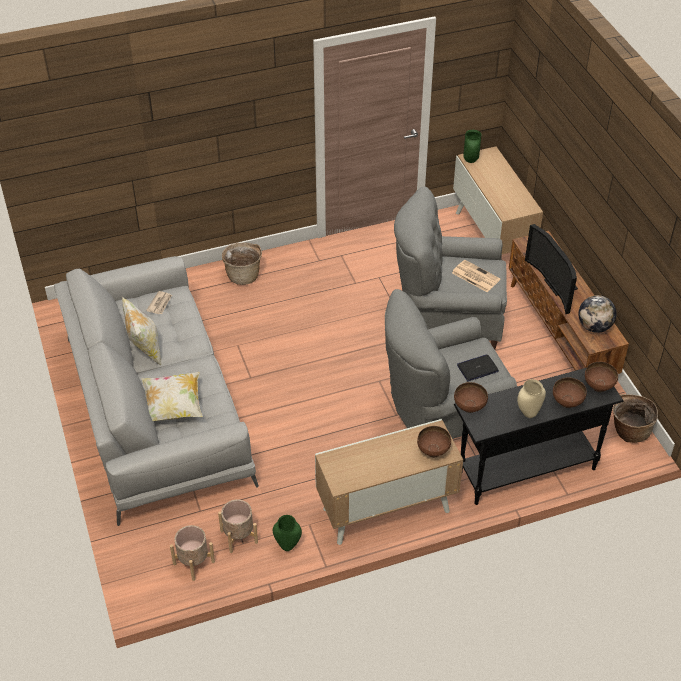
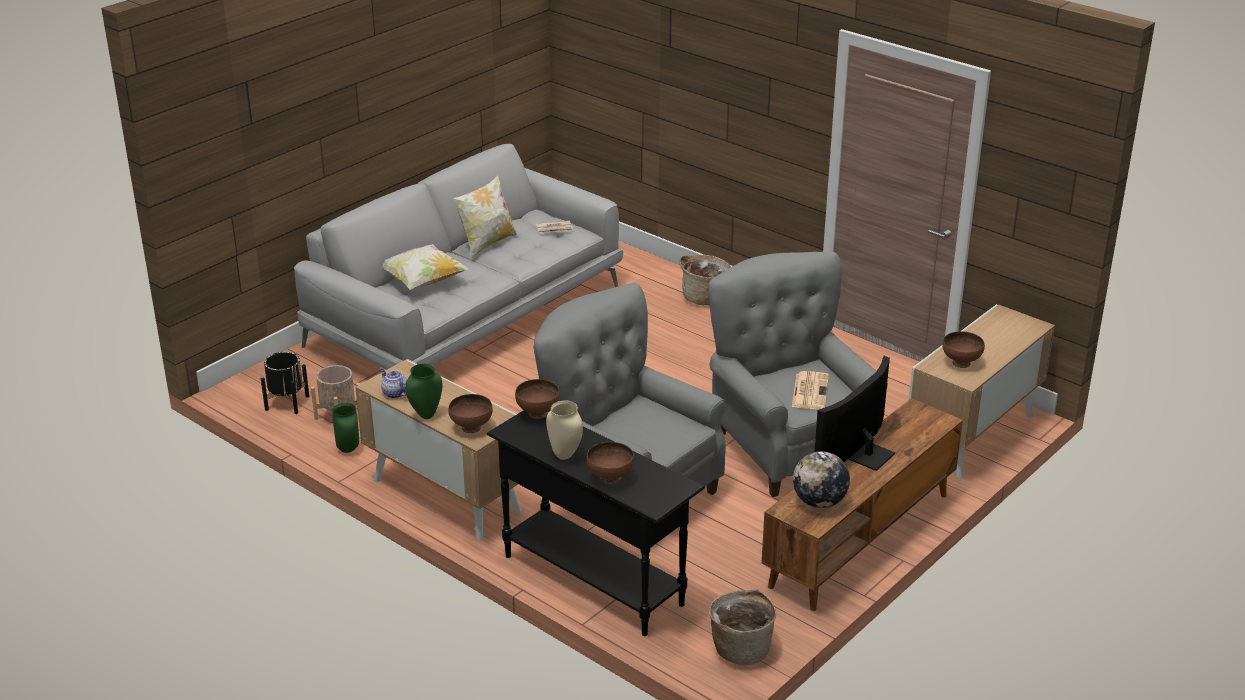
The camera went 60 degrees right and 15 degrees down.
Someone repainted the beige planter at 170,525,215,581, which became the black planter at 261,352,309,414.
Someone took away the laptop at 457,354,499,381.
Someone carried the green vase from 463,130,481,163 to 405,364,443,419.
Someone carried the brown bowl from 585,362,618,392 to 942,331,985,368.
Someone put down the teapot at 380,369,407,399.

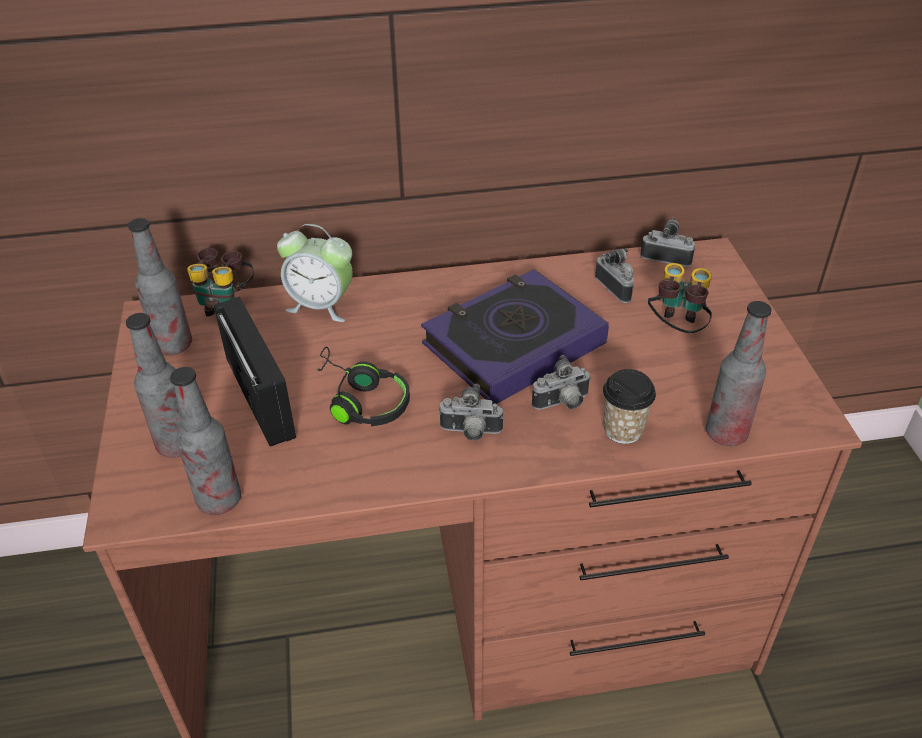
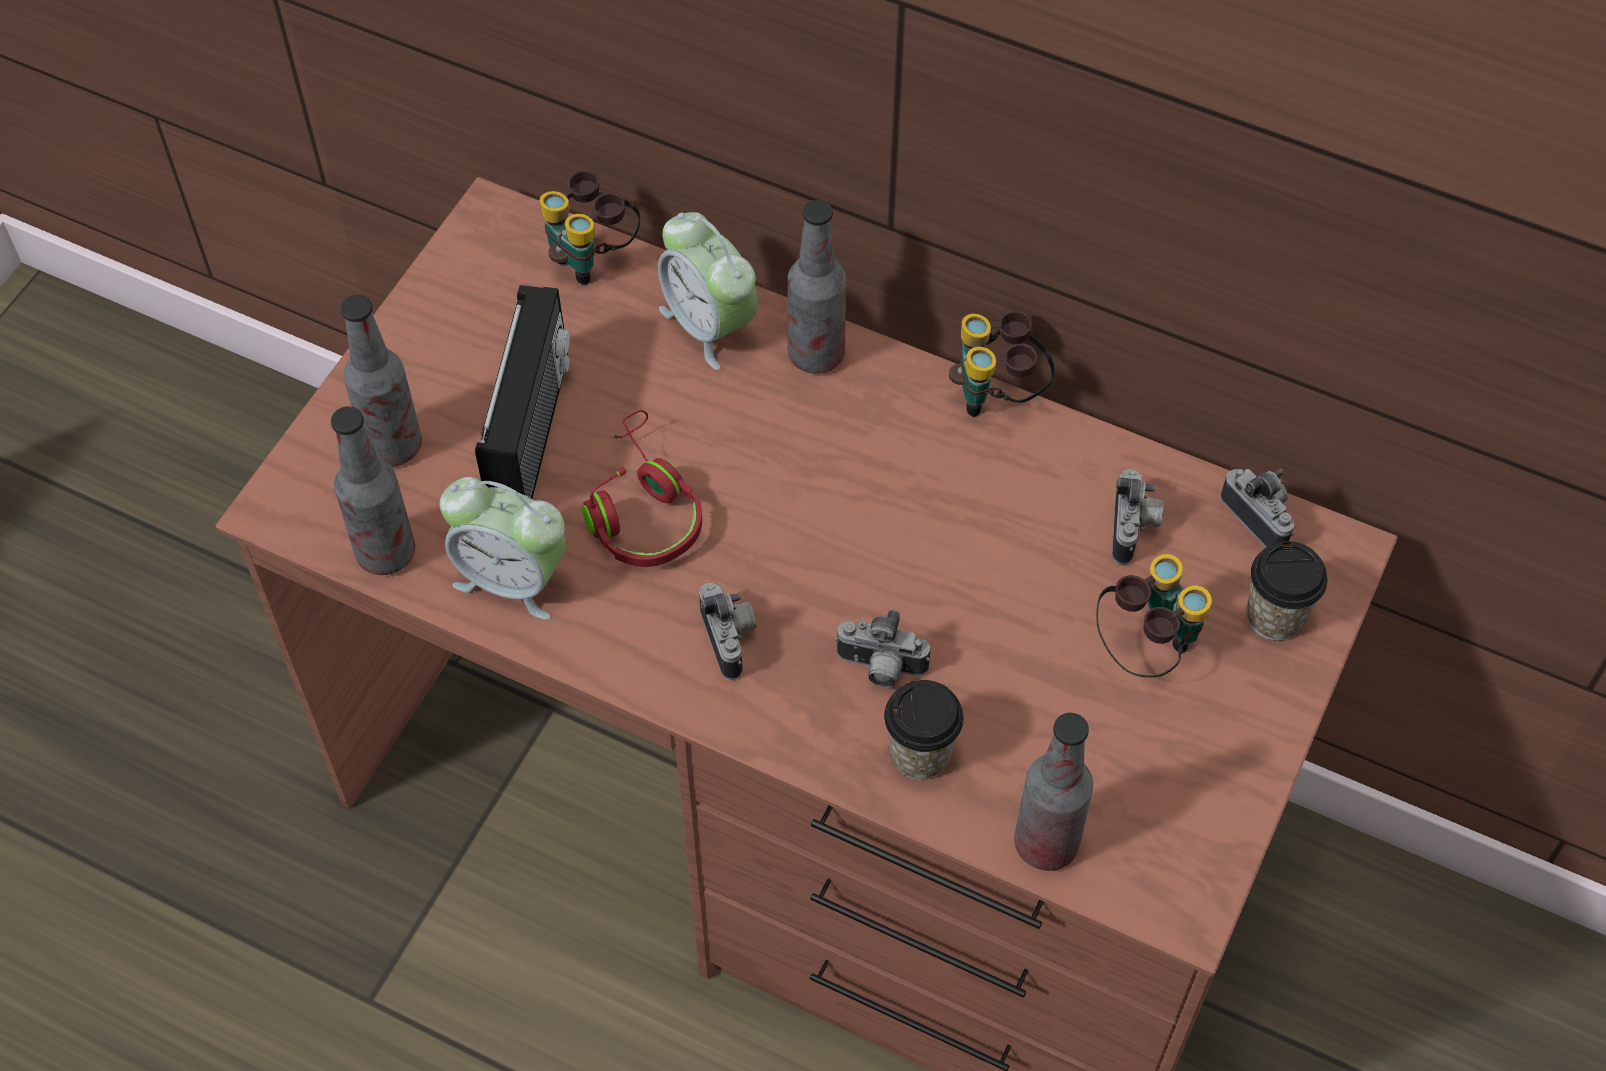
The camera went 35 degrees right and 15 degrees up.
Someone carried the bottle from 128,218,192,355 to 788,200,846,374.
Someone repainted the black headphones at 316,346,410,426, which became the red headphones at 582,410,702,567.
Someone took away the book at 421,269,609,404.
Someone rotated the photo camera at 438,384,503,441 by 150 degrees counterclockwise.
Someone put down the alarm clock at 440,477,566,620.
Someone put down the binoculars at 949,311,1055,417.
Someone put down the cup at 1246,541,1327,641.

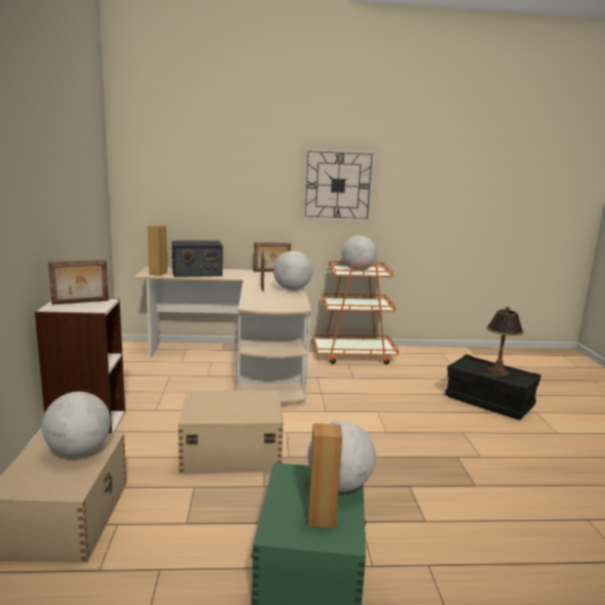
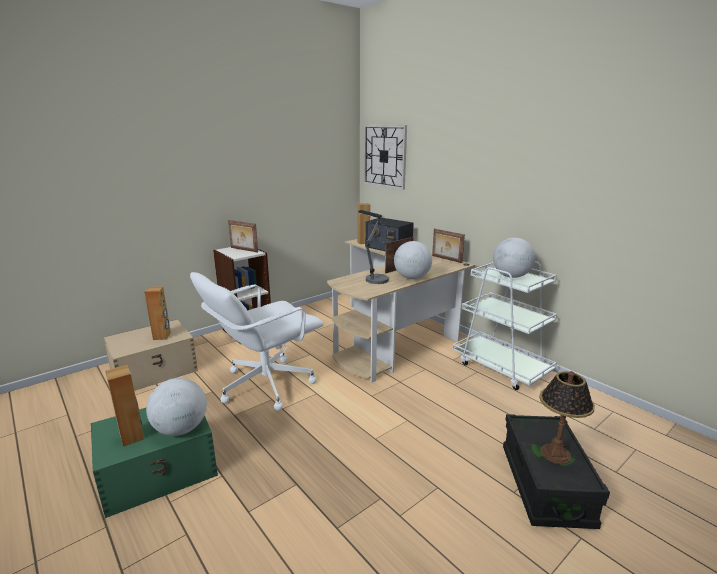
The camera went 55 degrees right and 5 degrees up.
Someone swapped the globe at 42,392,111,457 for the brown speaker at 144,286,171,340.
Someone swapped the beige storage box at 178,390,283,474 for the white office chair at 190,272,324,411.
Someone carried the wall clock from 302,148,375,222 to 364,125,407,190.
Someone repainted the orange cart at 313,261,399,365, which became the white cart at 452,261,557,390.
Someone put down the table lamp at 358,210,389,284.

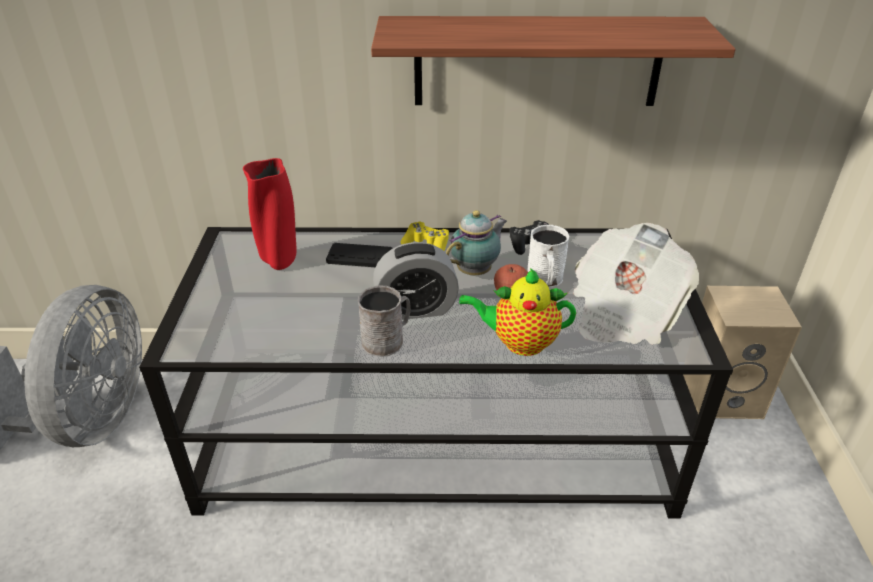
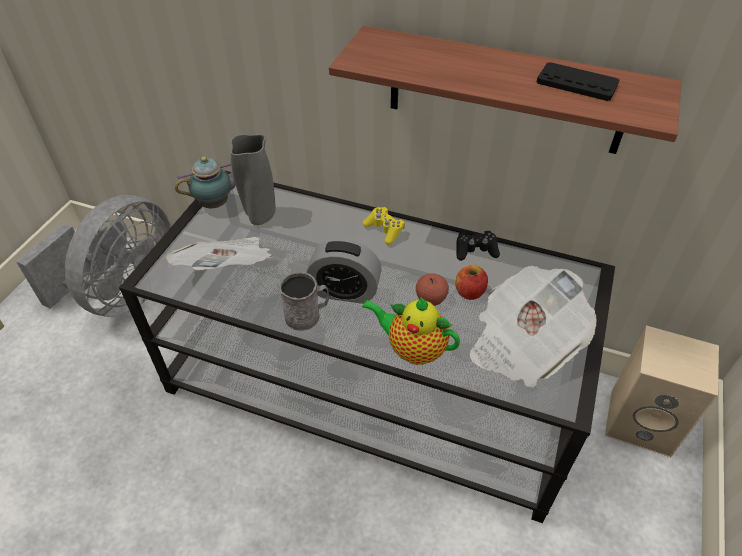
The camera went 20 degrees right and 10 degrees up.
Someone repainted the red vase at 243,158,297,270, which became the grey vase at 230,134,276,225.
Someone carried the black game controller from 326,243,393,267 to 537,62,619,101.
Someone carried the teapot from 446,210,507,275 to 175,157,236,208.
Someone swapped the white mug at 527,225,569,288 for the apple at 455,265,488,300.
Someone put down the newspaper at 166,237,273,270.

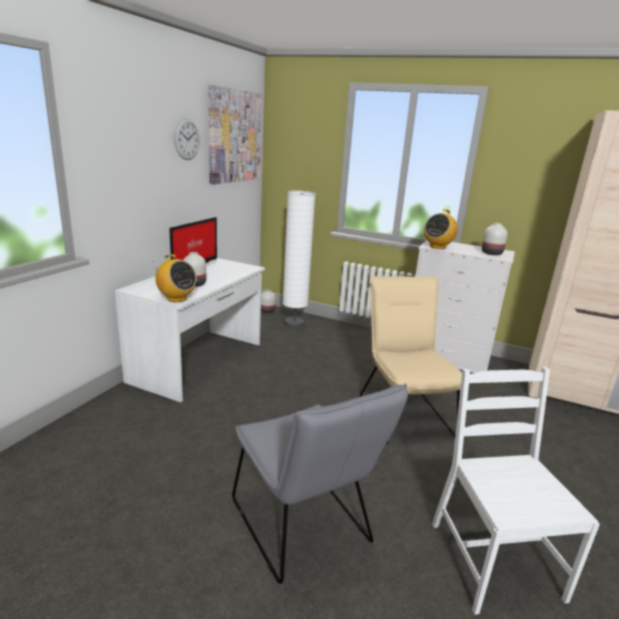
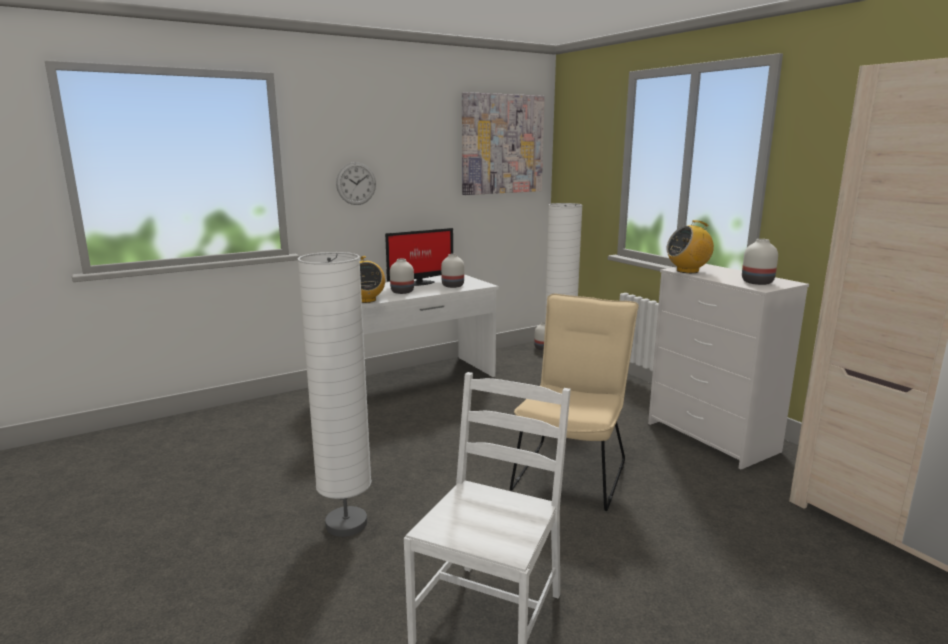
The camera went 35 degrees right and 5 degrees down.
Someone carried the wall clock from 174,119,200,160 to 336,162,376,205.
Someone swapped the grey chair at 232,384,408,584 for the white floor lamp at 298,252,372,537.
Someone put down the white vase at 441,254,464,288.

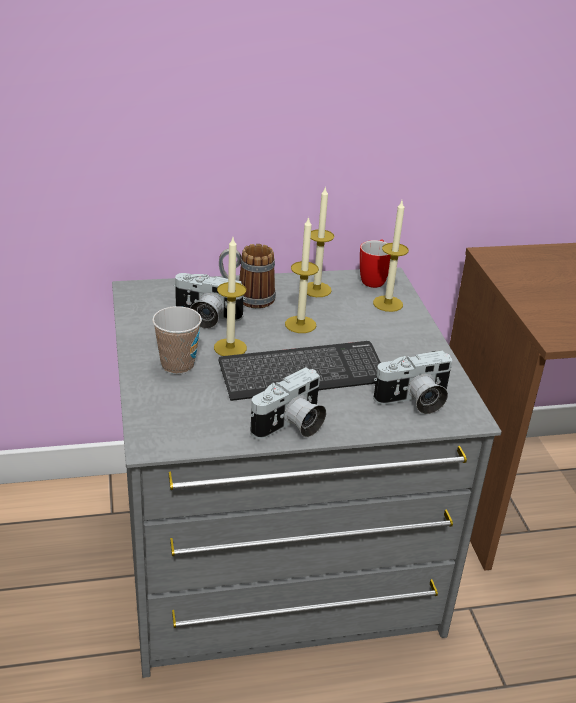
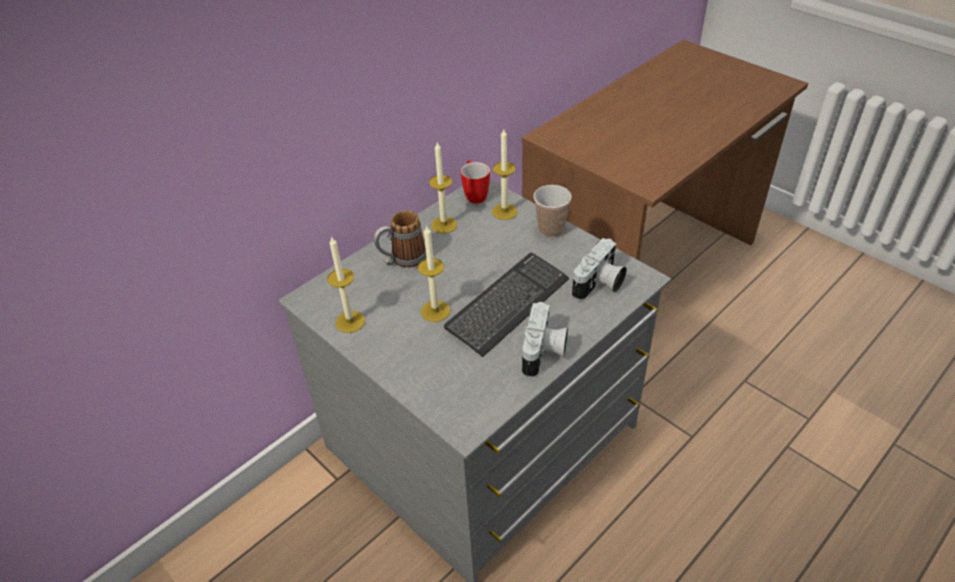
The camera went 30 degrees left and 10 degrees up.
Someone carried the cup from 152,306,202,374 to 534,185,572,238.
Someone took away the photo camera at 173,273,246,329.
Someone carried the candle from 285,217,319,333 to 327,236,365,333.

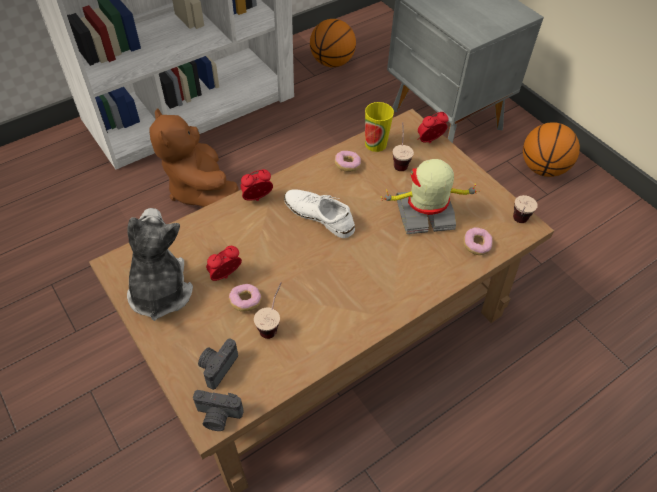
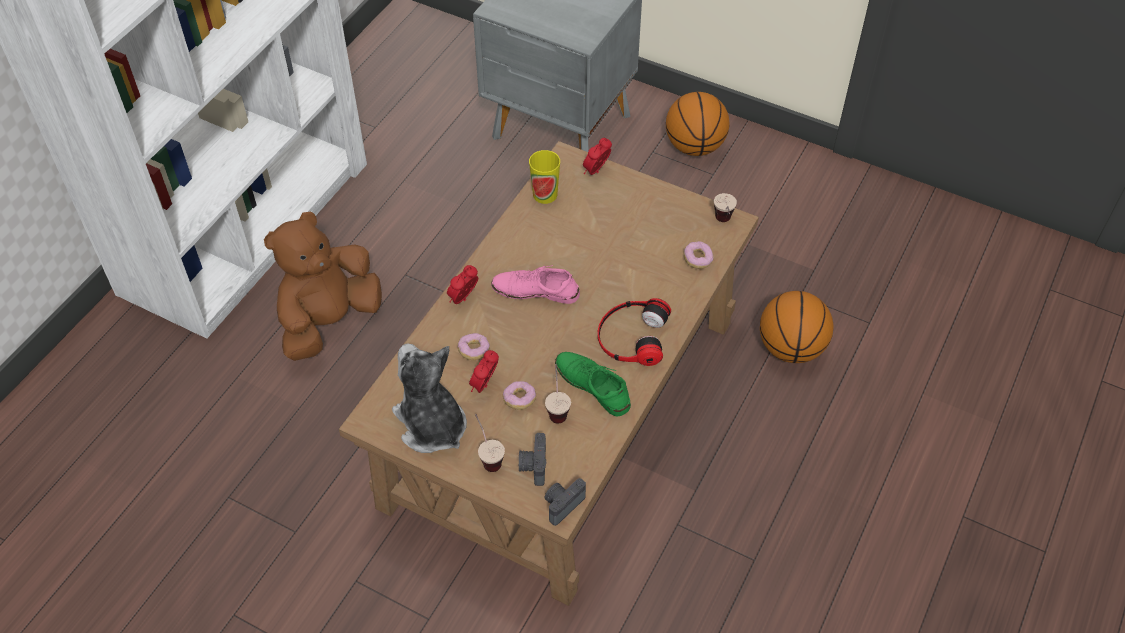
The camera went 25 degrees left and 0 degrees up.
Someone rotated the brown plush toy at 150,108,239,207 by 90 degrees clockwise.
Someone rotated the photo camera at 193,390,244,431 by 150 degrees clockwise.
Someone repainted the white shoe at 284,189,355,238, which became the pink shoe at 491,265,580,304.
Someone carried the basketball from 310,19,356,67 to 760,291,834,363.
Someone carried the donut from 335,151,361,172 to 457,333,490,360.
Someone took away the toy robot at 381,159,477,234.
Someone carried the cup from 393,122,414,171 to 475,414,505,472.
Someone put down the green shoe at 555,352,631,416.
Someone put down the headphones at 597,298,671,366.

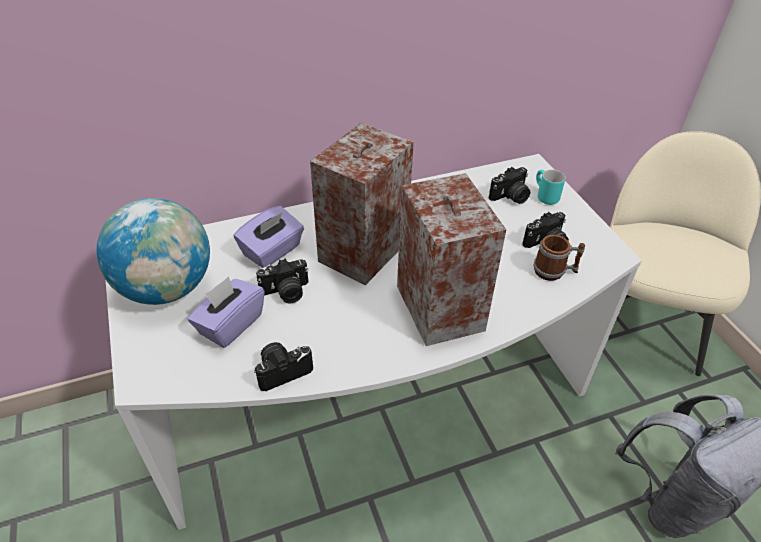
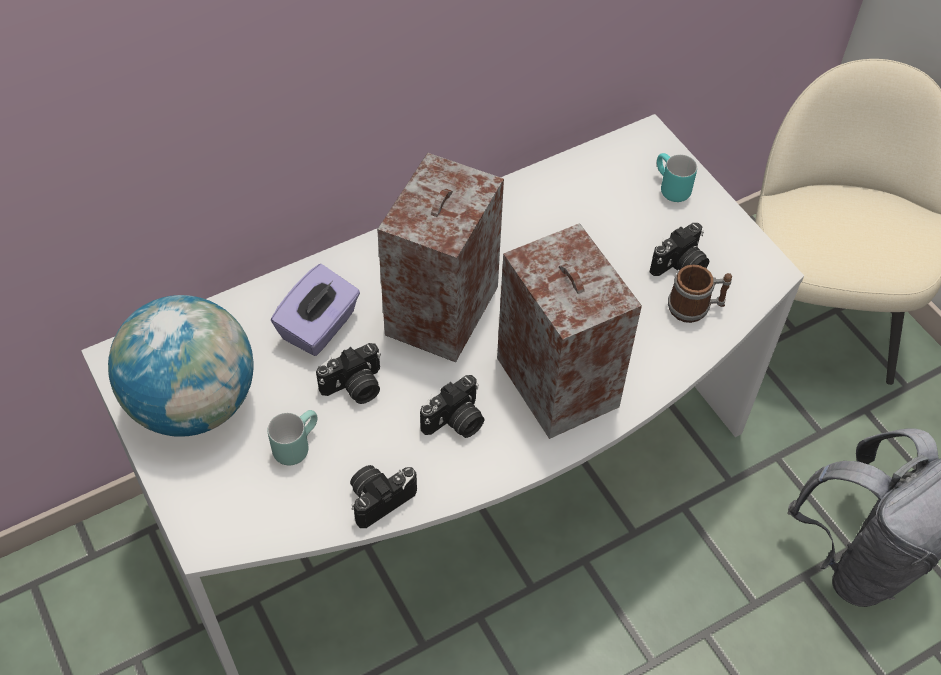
The camera went 10 degrees left and 10 degrees up.
Someone swapped the purple tissue box at 188,276,265,348 for the turquoise mug at 267,410,318,465.
Someone carried the photo camera from 489,167,530,204 to 420,375,484,438.

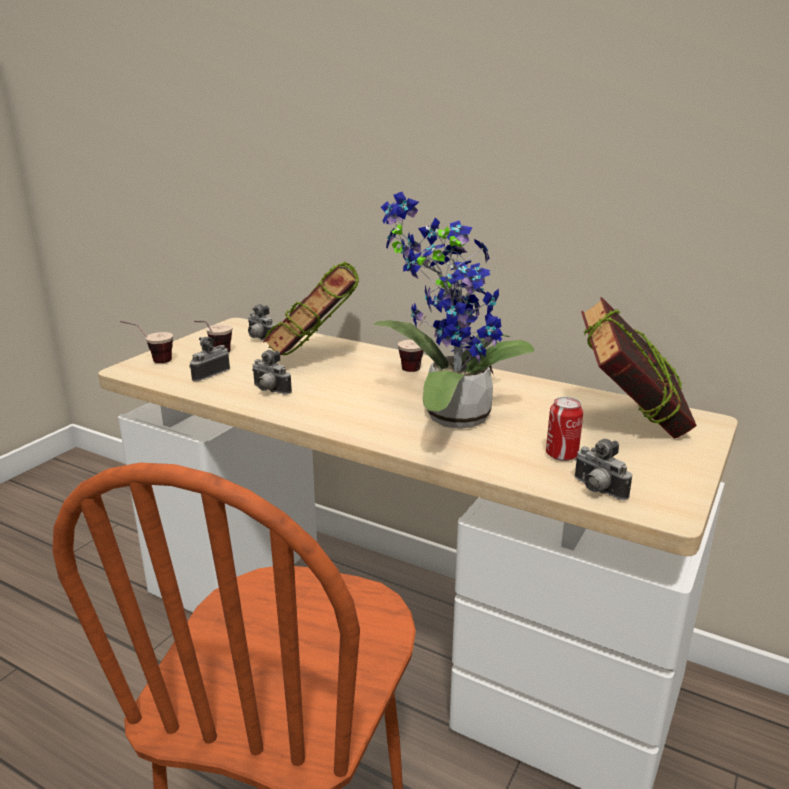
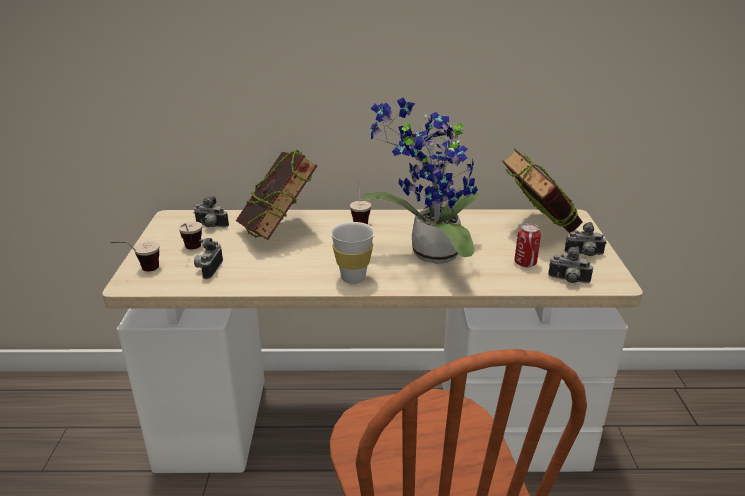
The camera went 30 degrees left and 5 degrees up.
Someone carried the photo camera from 252,350,292,395 to 565,222,607,256.
Someone put down the white cup at 330,222,375,284.

